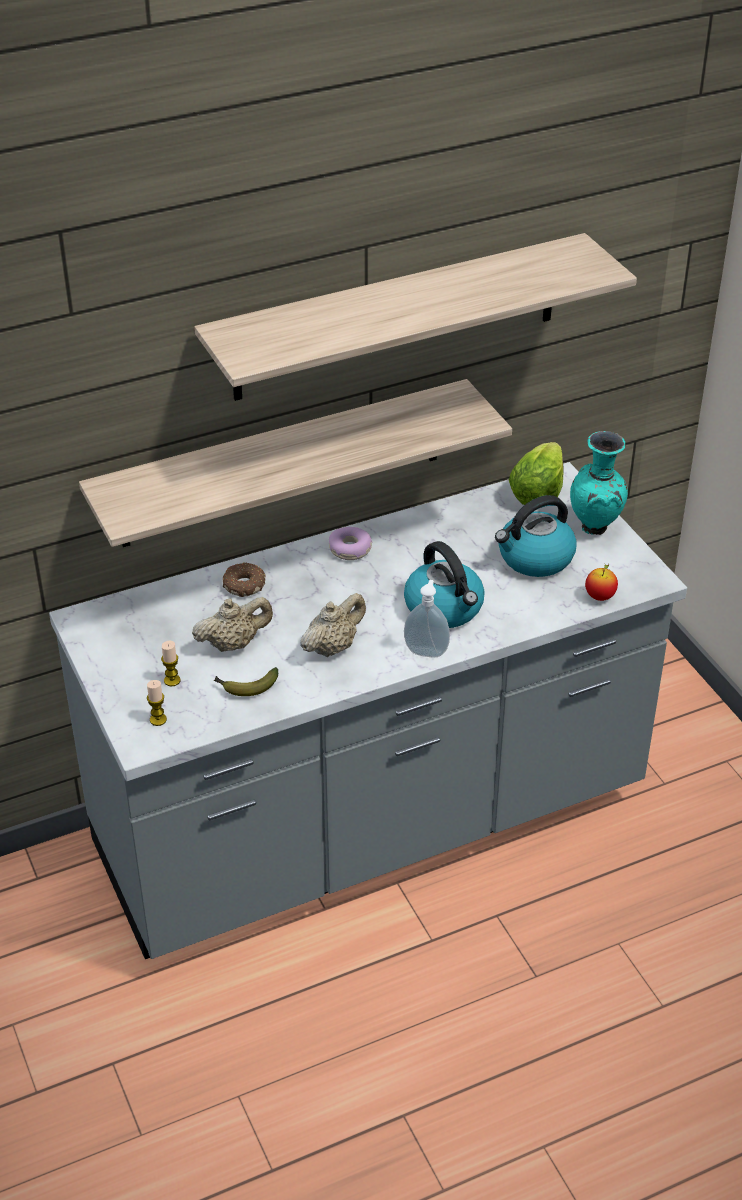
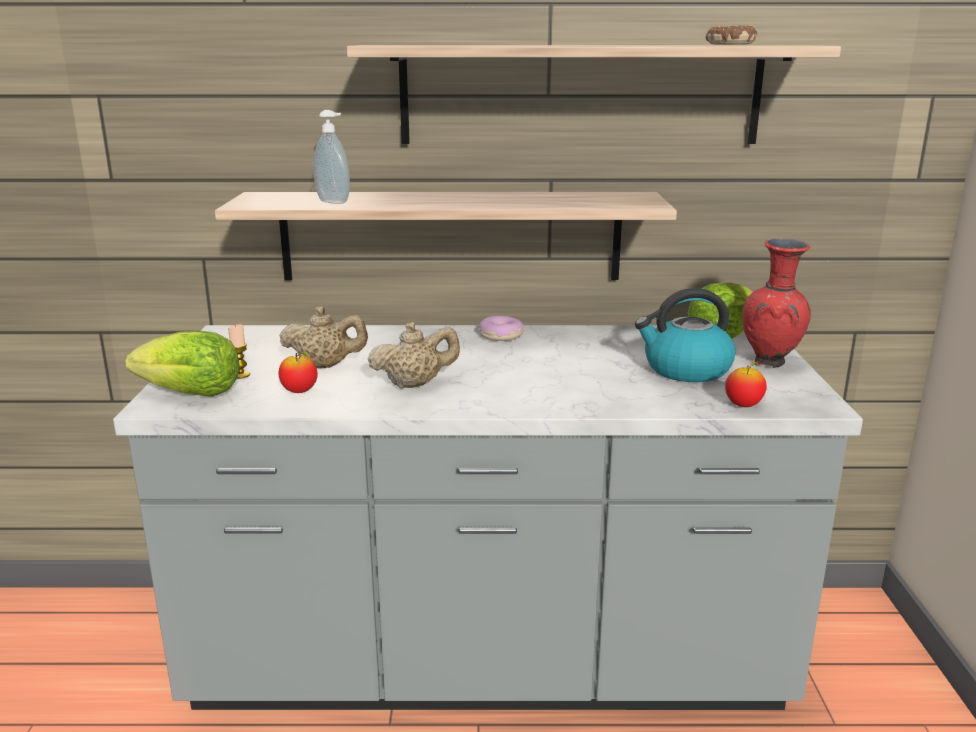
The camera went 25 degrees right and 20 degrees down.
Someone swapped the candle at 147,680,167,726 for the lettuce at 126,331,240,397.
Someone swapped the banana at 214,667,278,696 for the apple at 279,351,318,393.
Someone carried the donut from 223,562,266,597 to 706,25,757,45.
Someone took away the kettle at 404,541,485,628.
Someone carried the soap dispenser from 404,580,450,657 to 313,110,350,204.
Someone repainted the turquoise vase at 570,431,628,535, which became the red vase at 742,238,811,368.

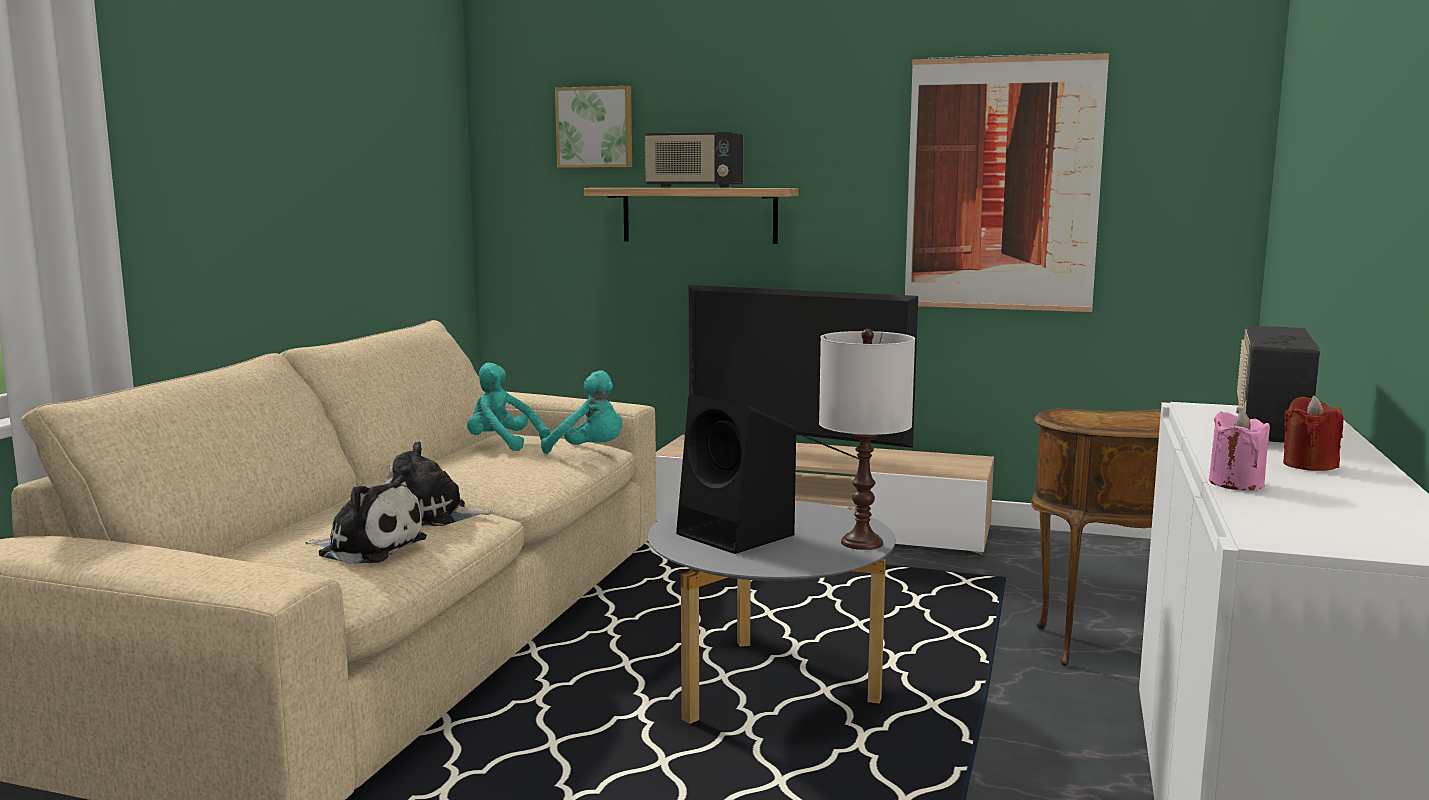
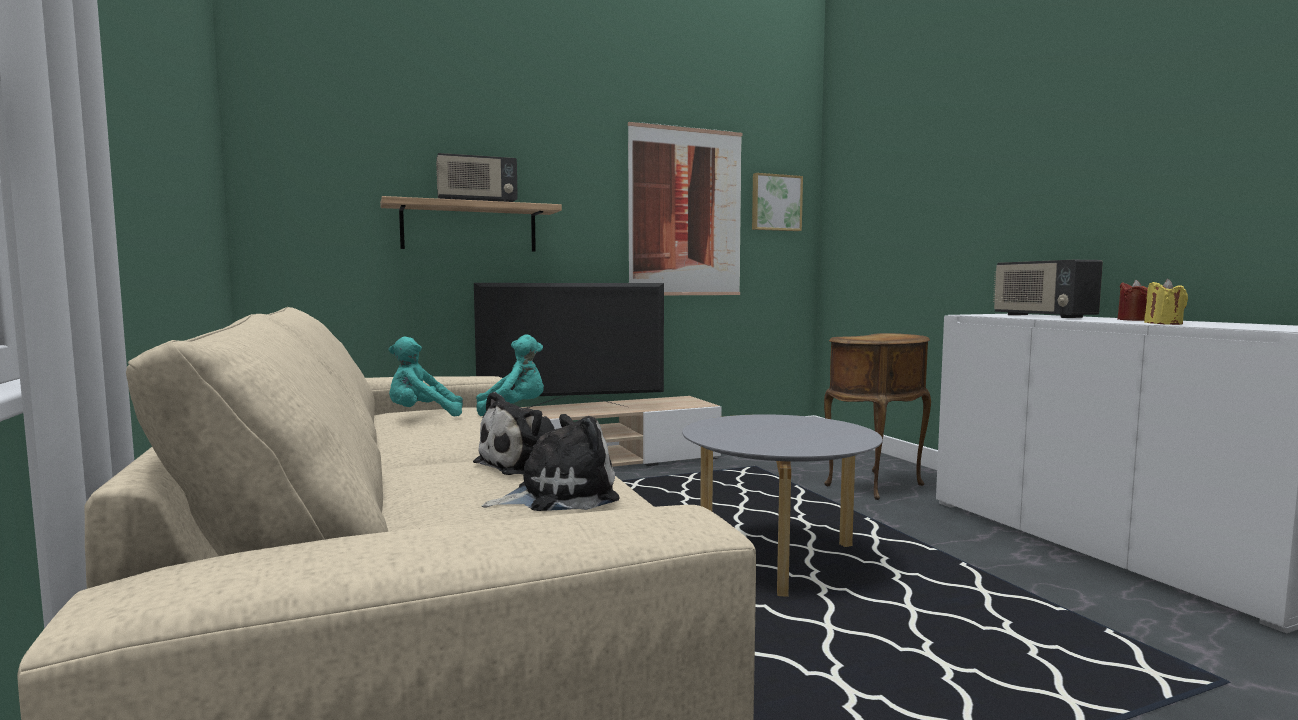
The camera went 40 degrees left and 5 degrees down.
Someone carried the picture from 555,86,632,167 to 752,173,803,231.
Someone took away the black speaker at 676,394,796,554.
Someone took away the white table lamp at 819,329,915,550.
Someone repainted the pink candle at 1209,410,1270,490, which became the yellow candle at 1144,279,1188,325.

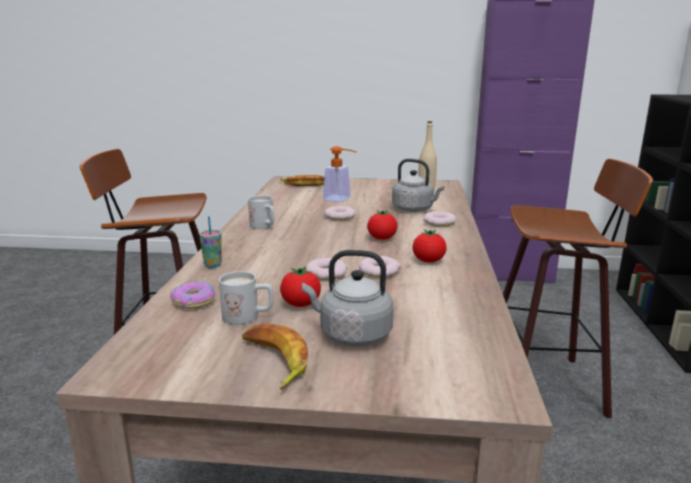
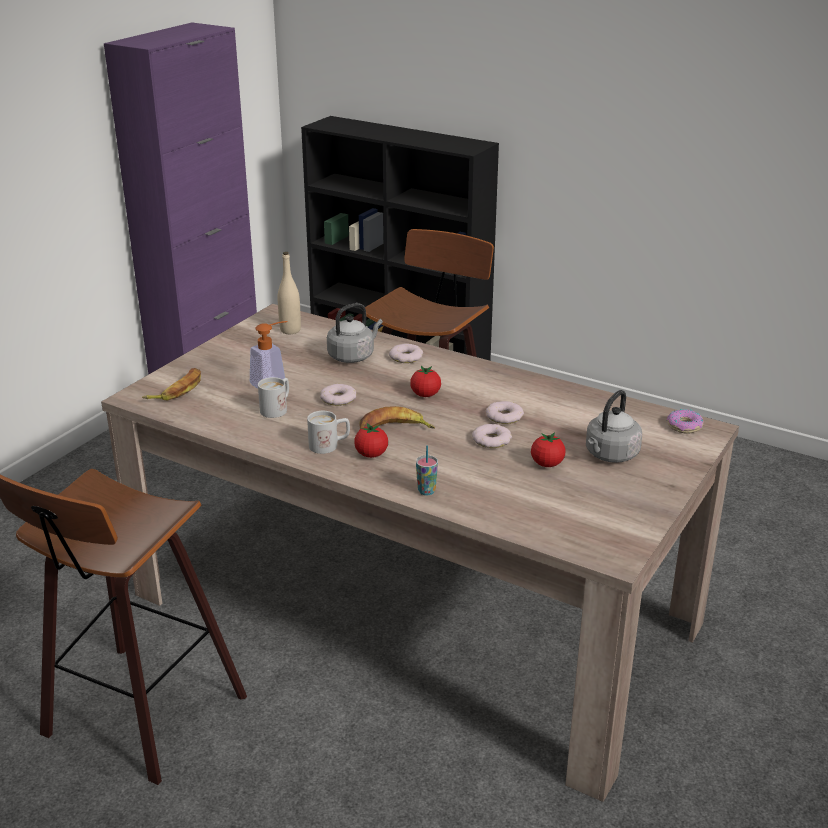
The camera went 65 degrees left and 10 degrees up.
Someone carried the donut from 170,282,215,309 to 666,409,704,434.
Someone carried the white mug from 219,271,273,325 to 258,377,289,418.
Someone carried the banana from 242,323,308,390 to 359,406,435,429.
Someone carried the tomato from 413,229,446,263 to 354,423,388,458.

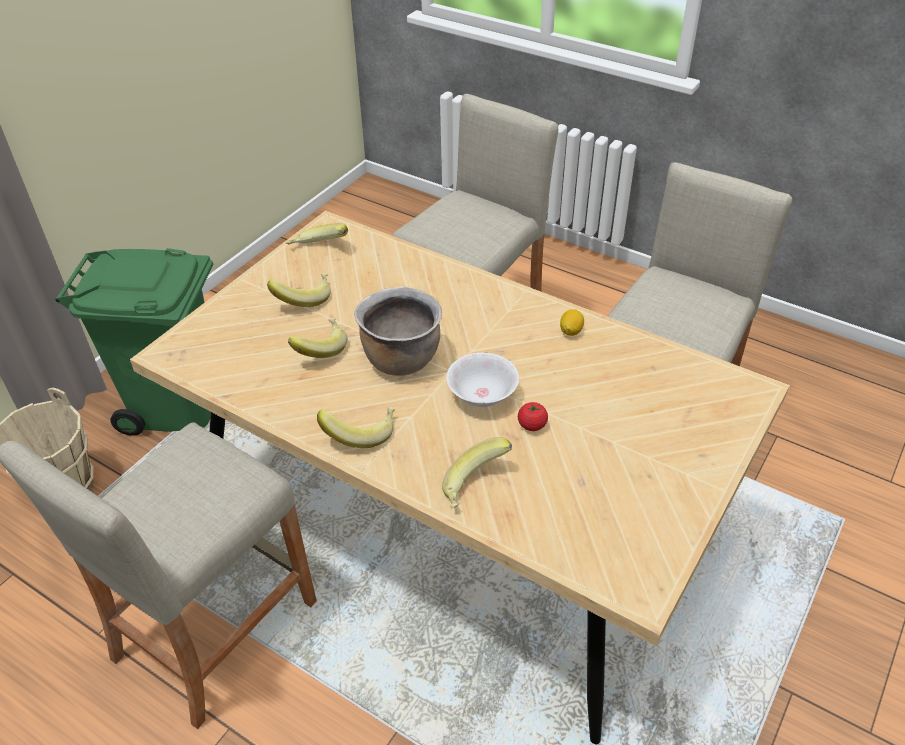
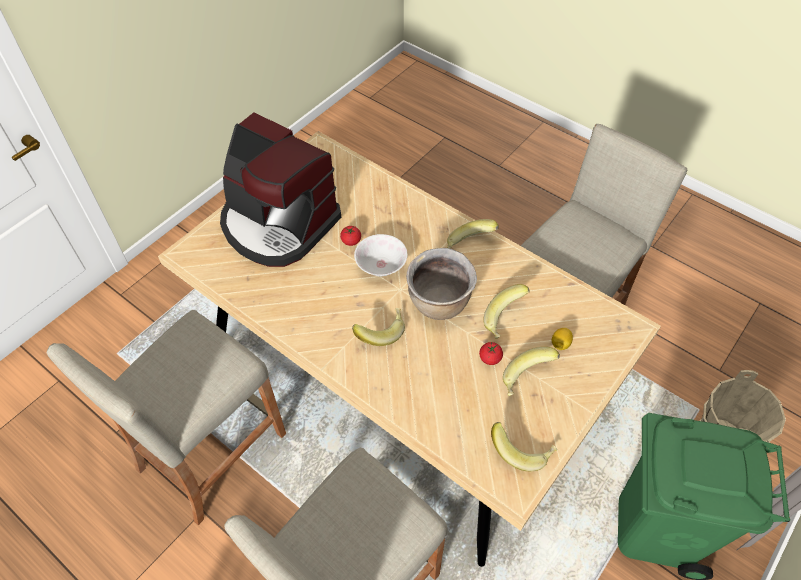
The camera went 175 degrees left and 10 degrees up.
Someone carried the banana from 442,437,512,508 to 352,308,405,346.
Someone carried the lemon from 560,309,584,336 to 552,328,573,350.
Someone put down the coffee machine at 220,112,341,267.
Someone put down the tomato at 479,342,503,365.

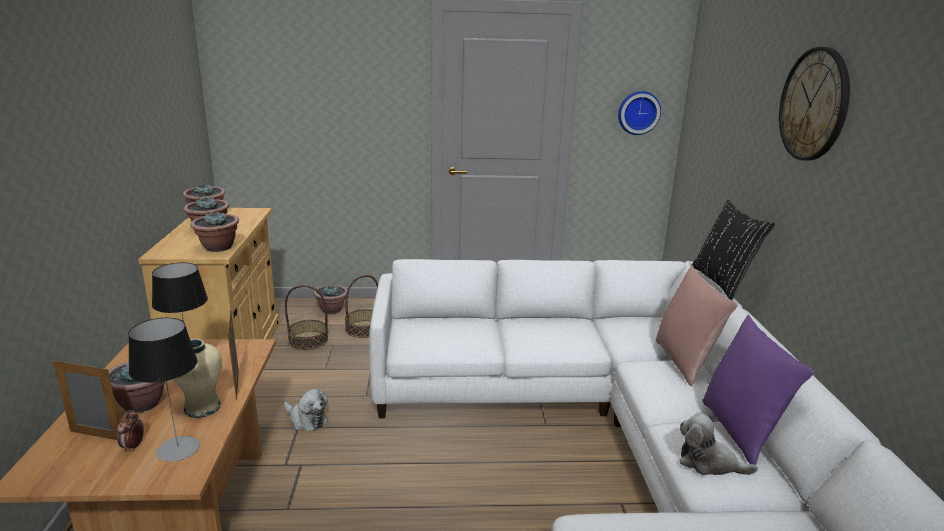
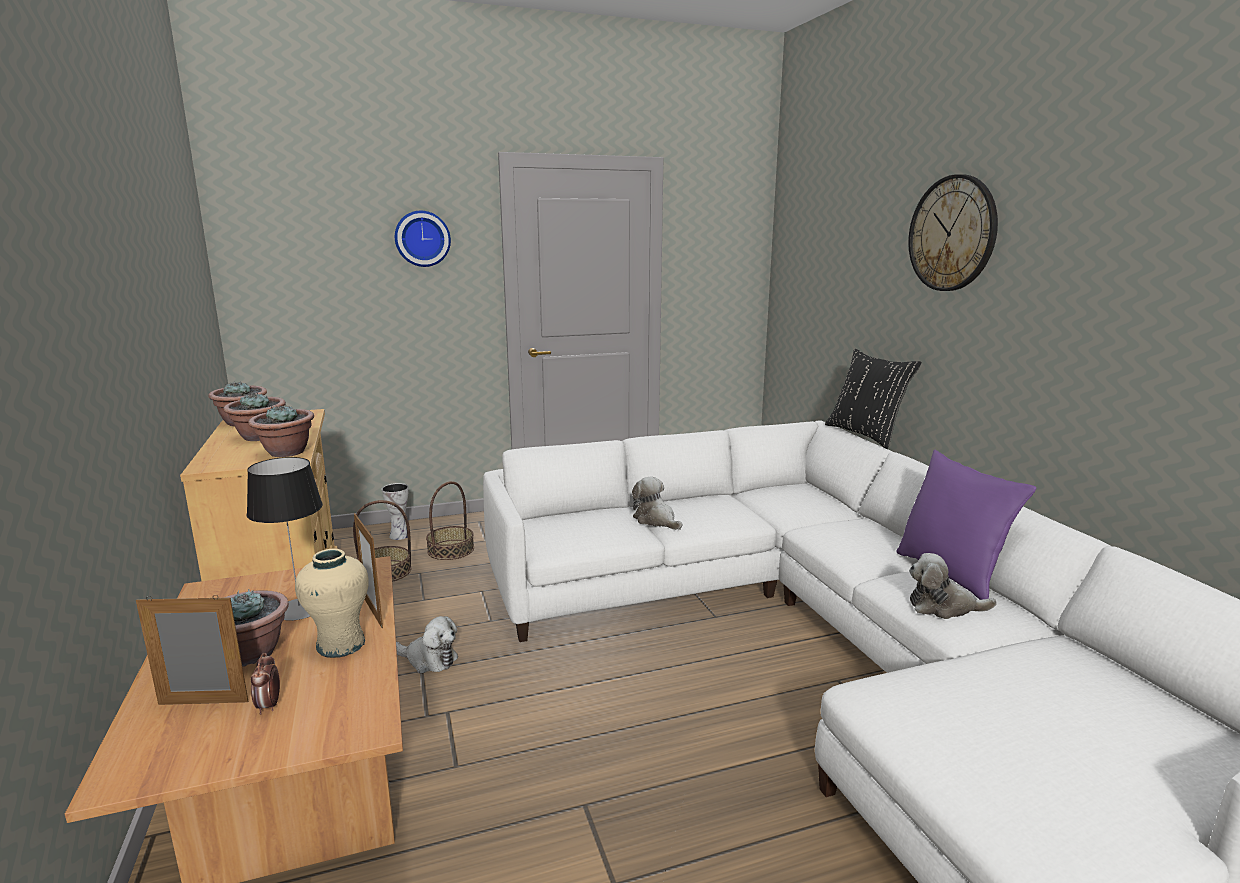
The camera went 15 degrees left and 5 degrees down.
Someone took away the table lamp at 128,318,200,462.
Someone swapped the potted plant at 314,284,347,314 for the vase at 382,483,409,540.
Someone carried the wall clock from 618,91,661,135 to 395,211,451,267.
Someone took away the pink pillow at 656,265,738,386.
Someone put down the plush toy at 632,477,682,530.

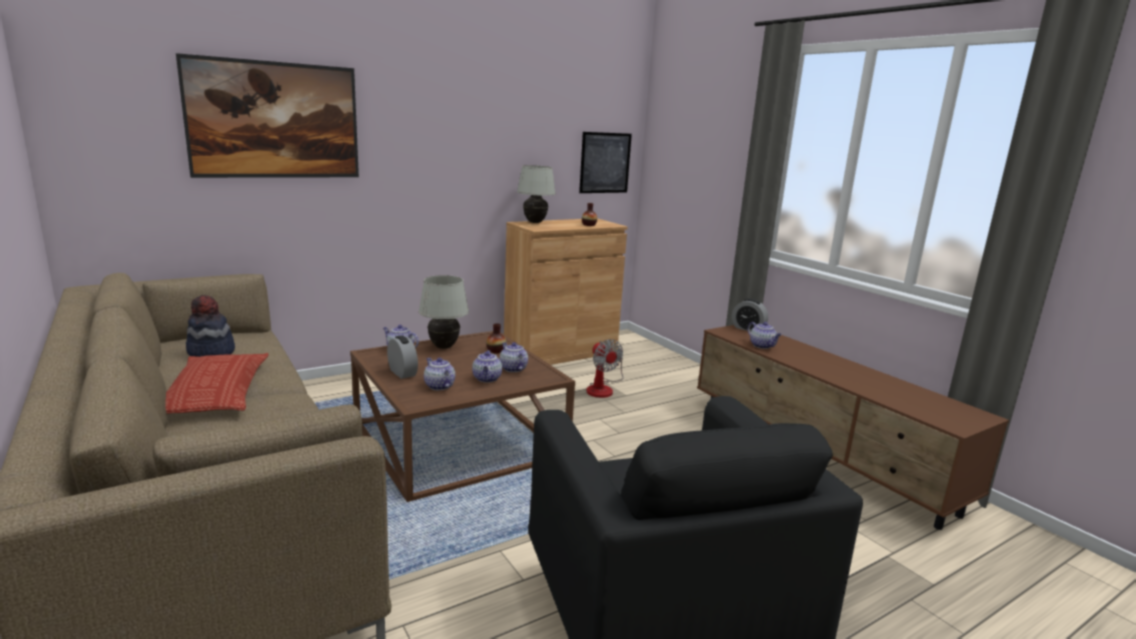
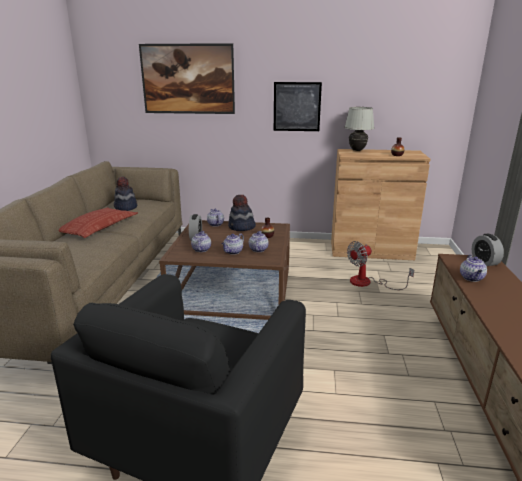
The camera went 40 degrees right and 5 degrees up.
Someone swapped the white table lamp at 418,275,469,349 for the hat at 228,195,256,231.
Someone carried the picture from 579,132,632,193 to 274,82,322,131.
Someone rotated the fan at 586,339,624,398 by 45 degrees clockwise.

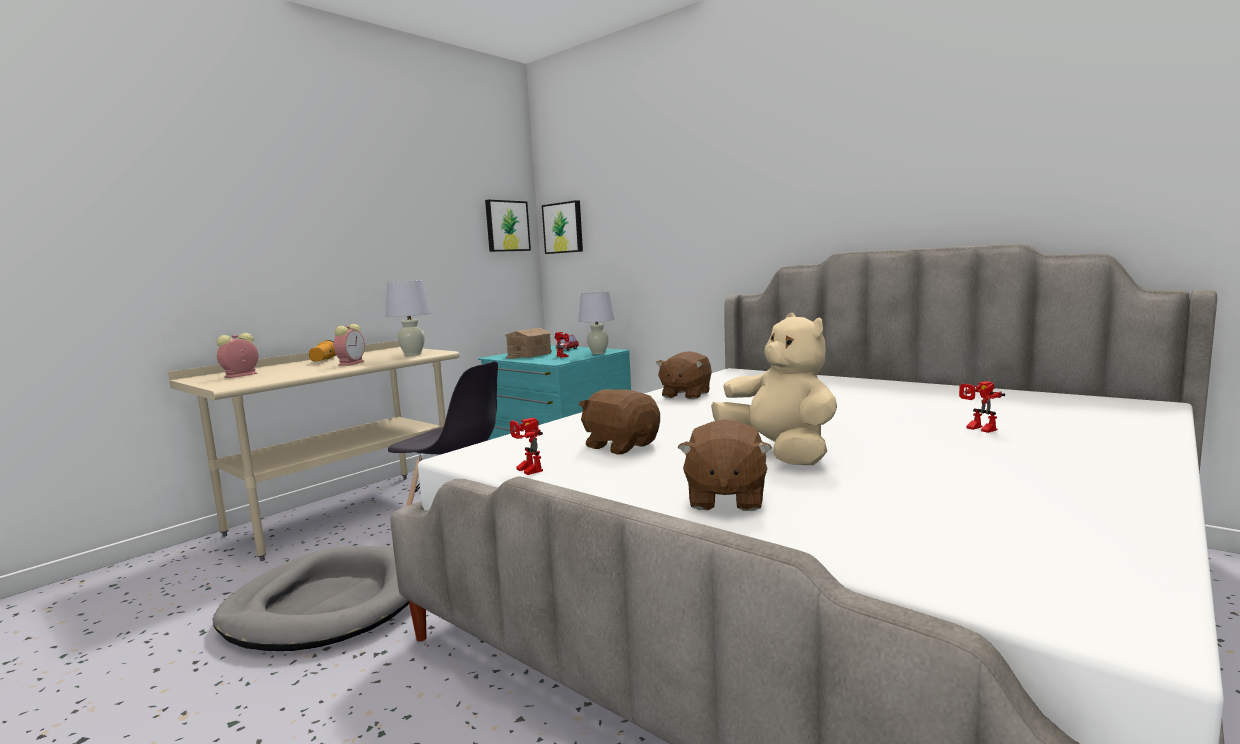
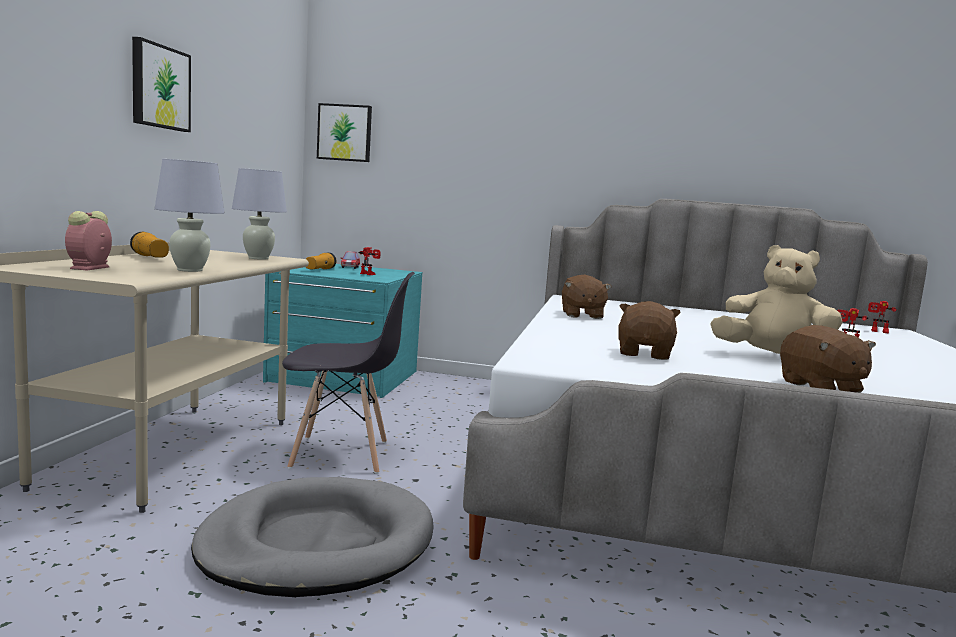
The camera went 30 degrees left and 0 degrees up.
Someone took away the alarm clock at 334,324,365,366.
Someone carried the picture from 485,200,531,252 to 132,37,191,132.
Someone swapped the toy house at 504,328,552,359 for the flashlight at 306,252,337,269.
Someone carried the toy robot from 510,418,543,475 to 868,301,897,334.
Someone carried the white table lamp from 578,292,615,354 to 154,159,225,272.
Someone rotated the brown plush toy at 579,389,660,455 by 90 degrees clockwise.

